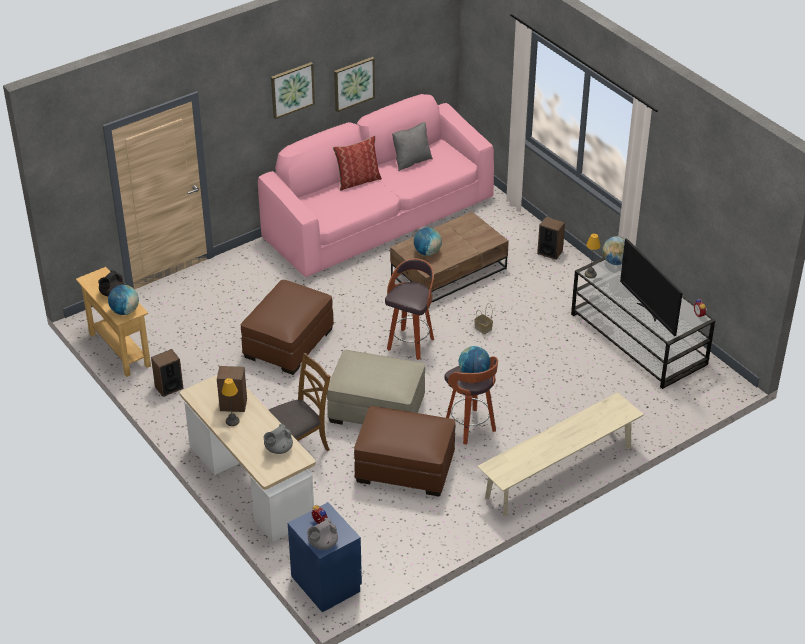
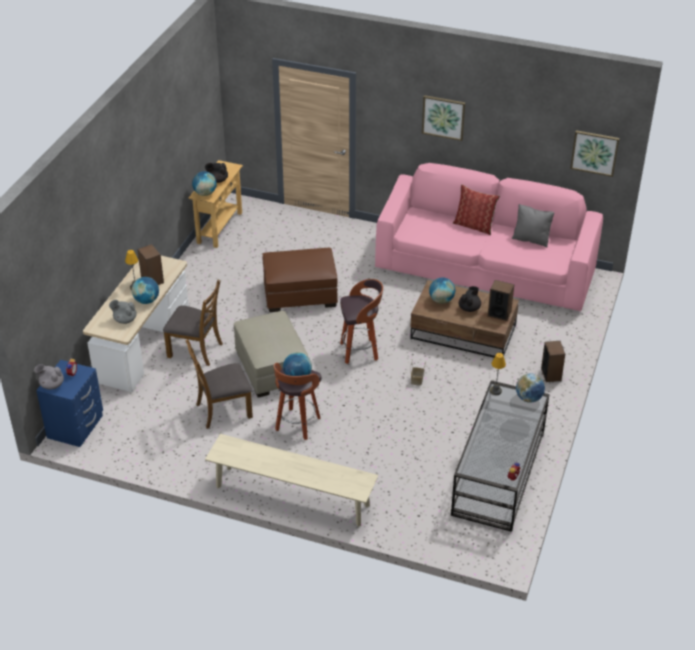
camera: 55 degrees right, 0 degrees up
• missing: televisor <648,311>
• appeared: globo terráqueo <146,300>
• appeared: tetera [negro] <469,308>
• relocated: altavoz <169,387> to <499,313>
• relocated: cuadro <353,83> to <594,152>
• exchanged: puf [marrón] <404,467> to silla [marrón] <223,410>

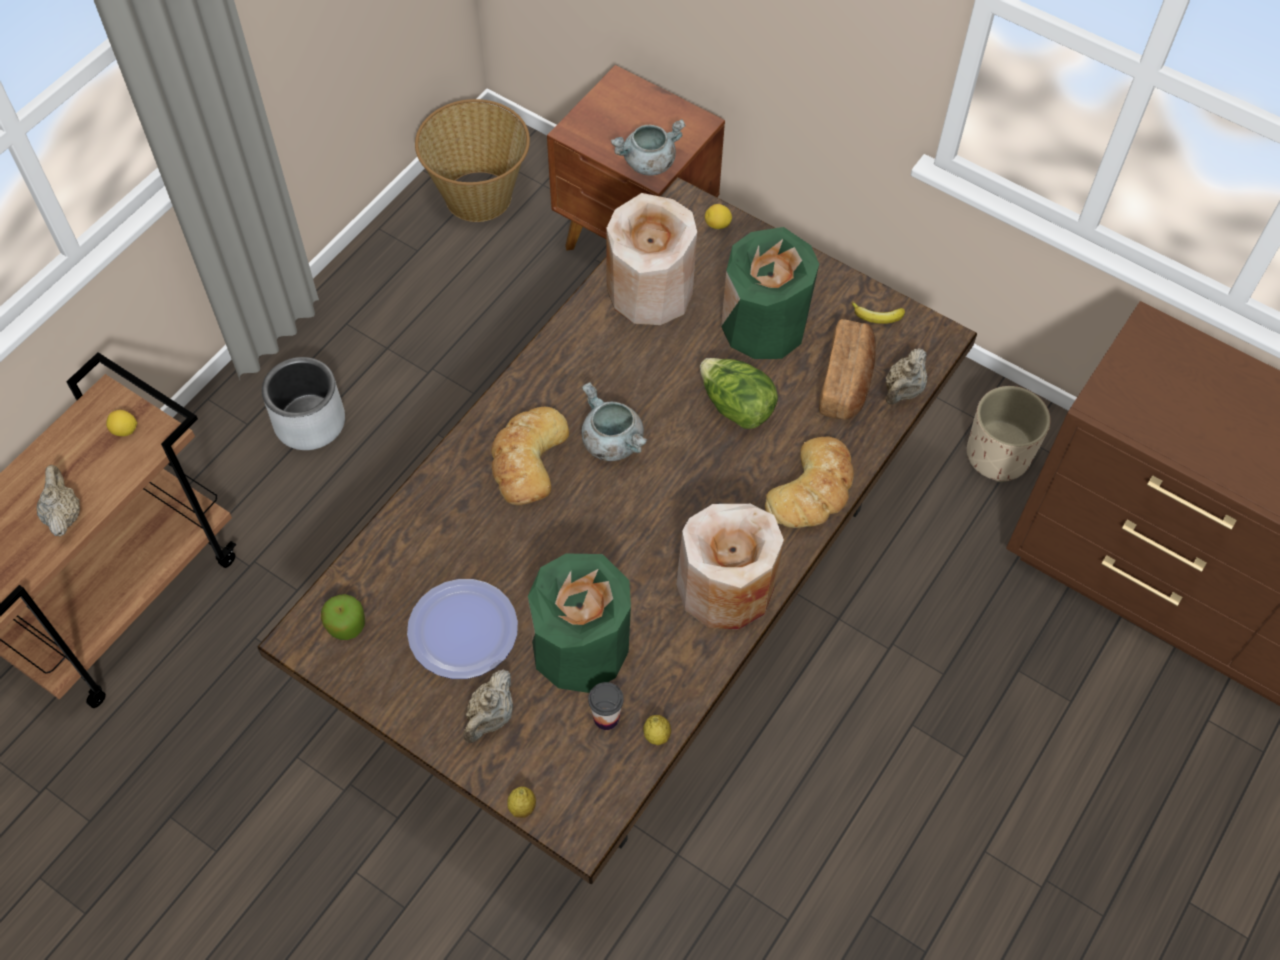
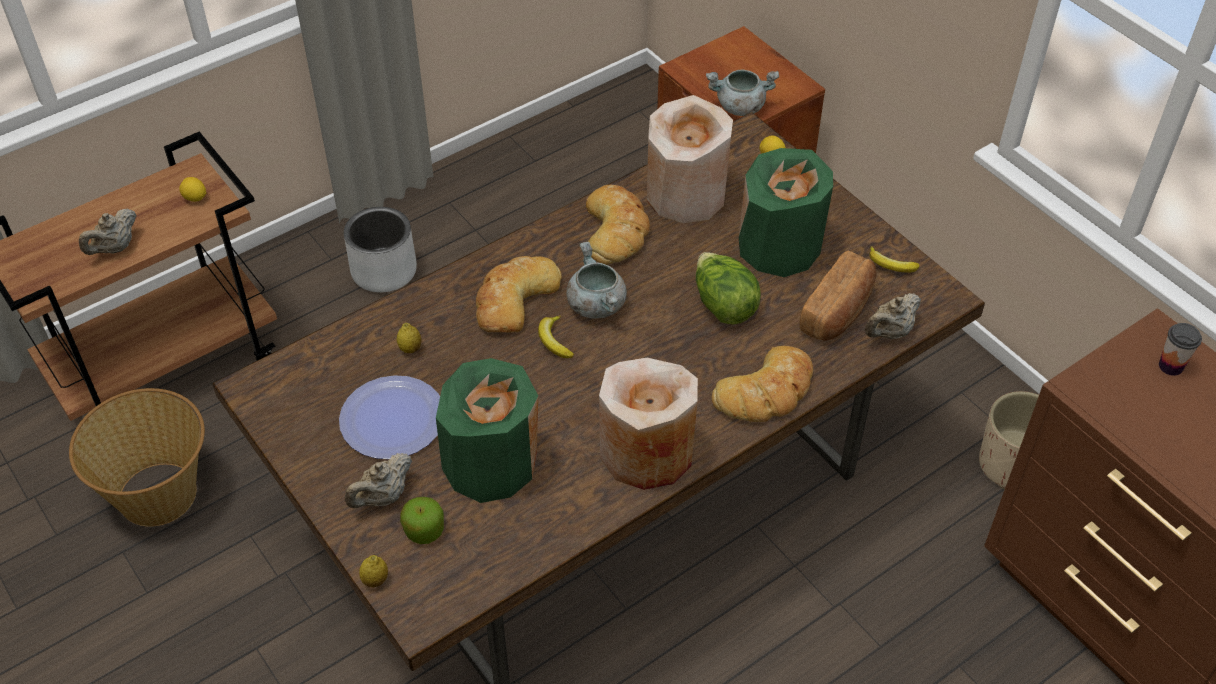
camera: 20 degrees right, 10 degrees down
• appeared: plátano <554,341>
• appeared: pan <616,230>
• relocated: manzana <346,625> to <424,530>
• relocated: cesta <479,195> to <159,493>
• relocated: taza <606,718> to <1170,366>
• relocated: limón <657,735> to <410,348>
• spun: tetera [beis] <64,515> = <115,248> 150 degrees counterclockwise

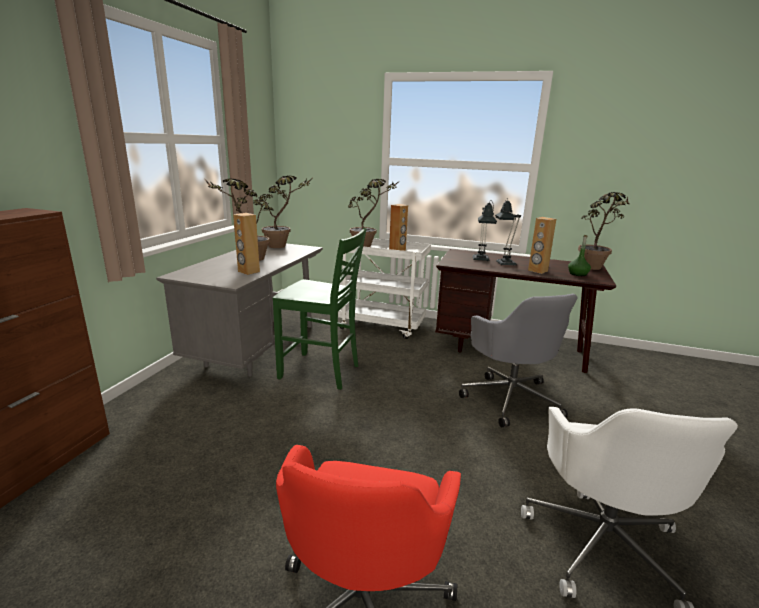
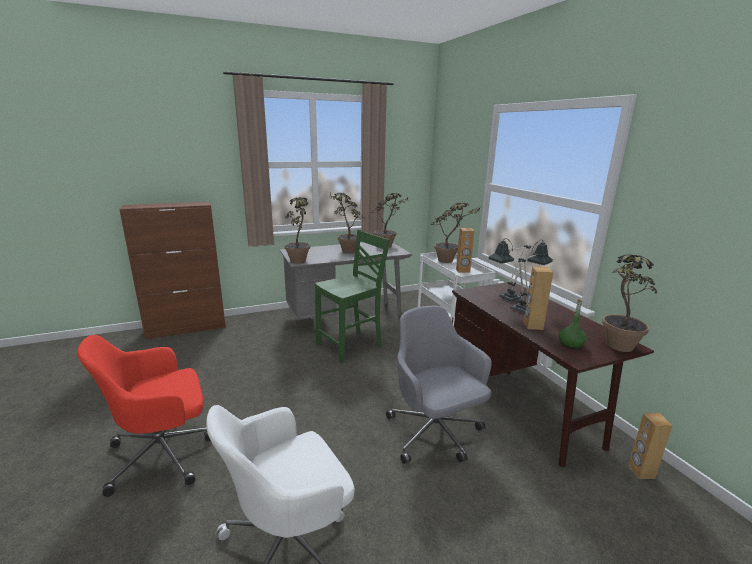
camera: 50 degrees right, 0 degrees up
• appeared: planta en maceta <300,259>
• relocated: altavoz [marrón] <248,272> to <641,472>
• spun: silla [verde] <321,372> = <351,345> 105 degrees counterclockwise
• spun: silla de oficina [gris] <510,398> = <435,434> 120 degrees clockwise

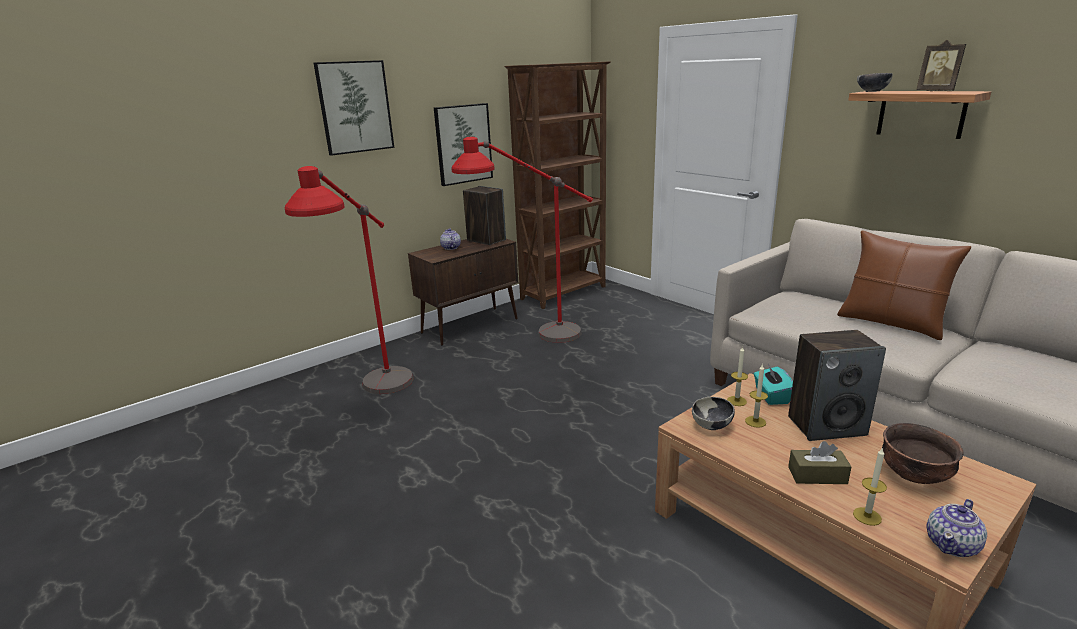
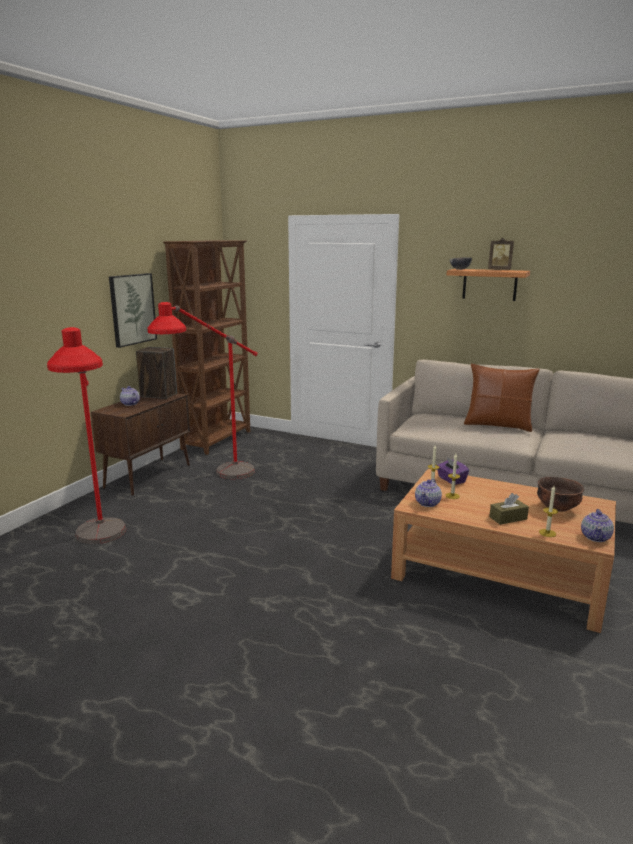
camera: 25 degrees left, 5 degrees down
• missing: cuadro <355,107>
• missing: altavoz <826,426>
• exchanged: cuenco <712,426> to tetera <428,503>
• colour: caja de pañuelos [turquesa] <771,396> to caja de pañuelos [morado] <451,480>

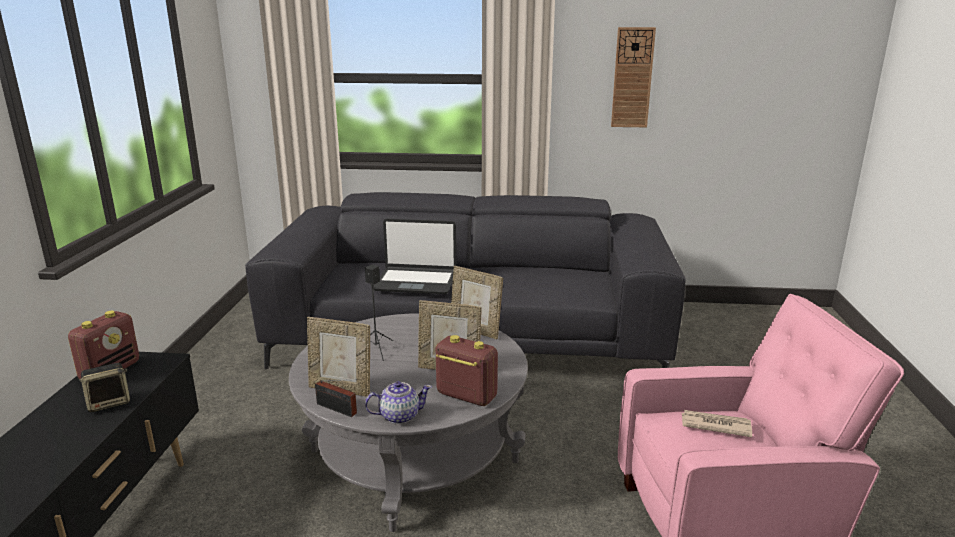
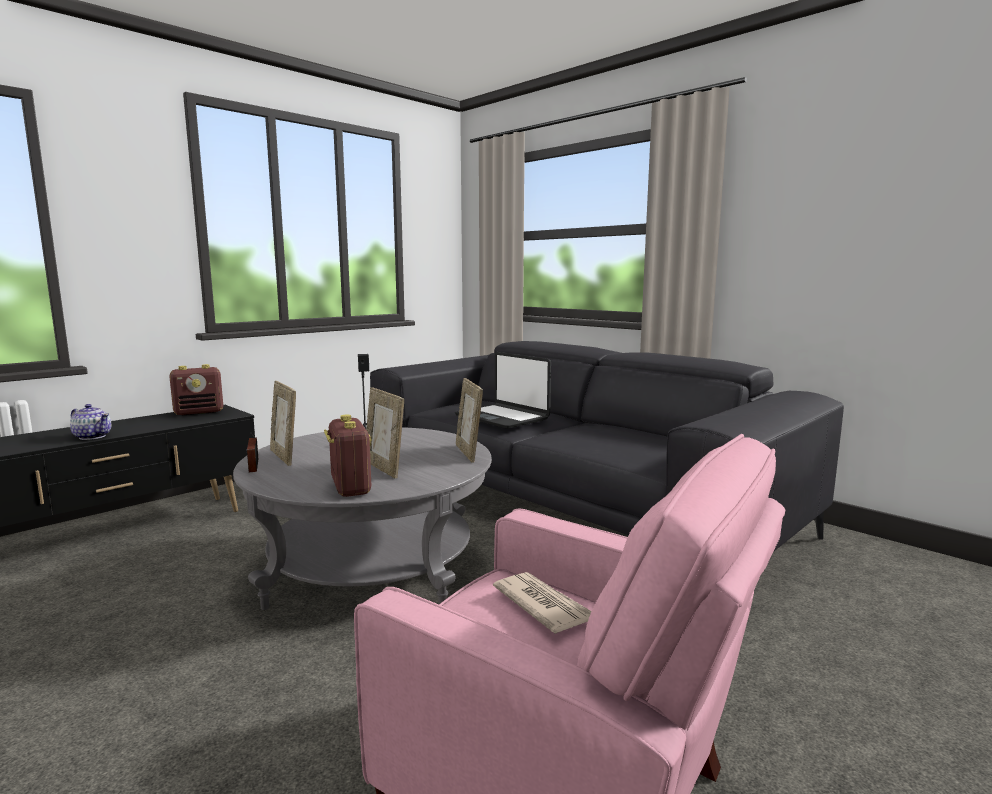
camera: 40 degrees right, 10 degrees down
• missing: altavoz <109,402>
• missing: reloj de pared <632,78>
• relocated: tetera <399,416> to <92,436>

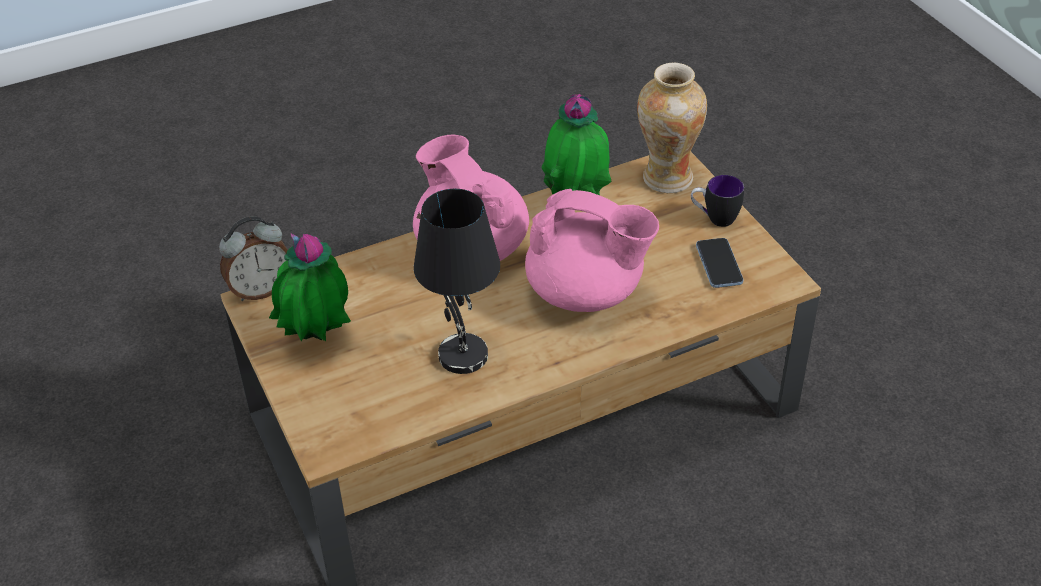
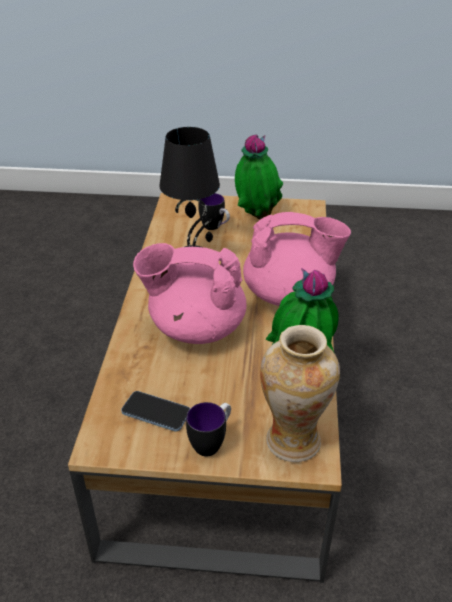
camera: 120 degrees right, 5 degrees down
• missing: despertador <261,290>
• appeared: taza grande <215,227>
• spun: tetera [rosa] <586,293> = <195,327> 45 degrees clockwise

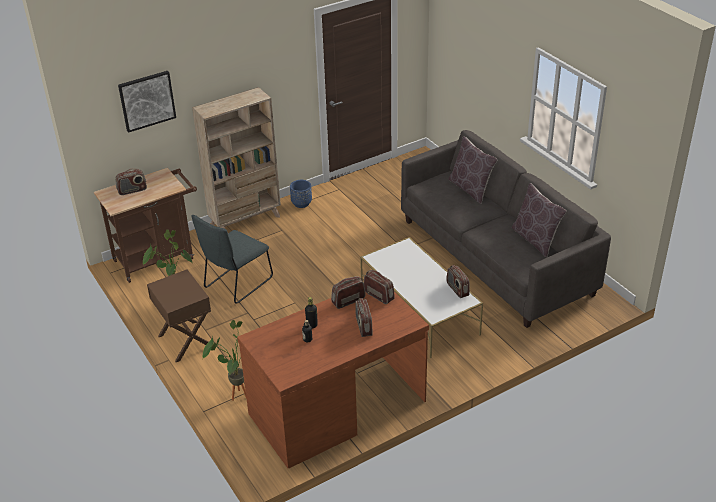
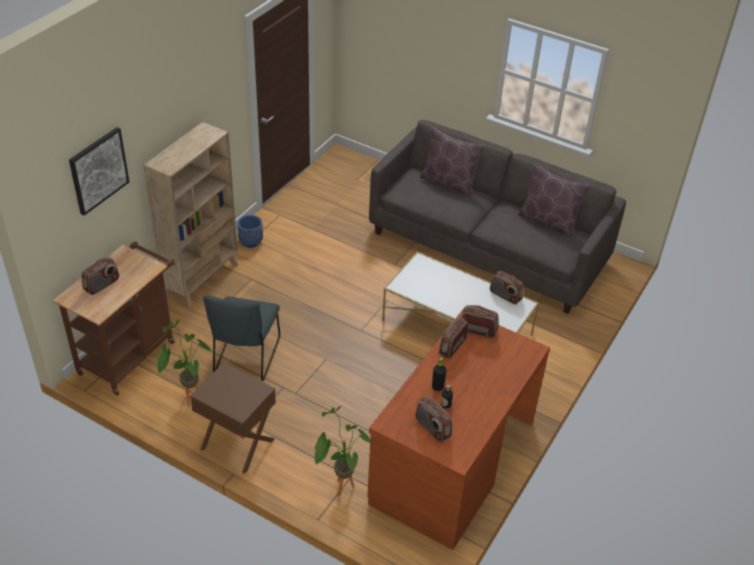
camera: 30 degrees left, 5 degrees up
• relocated: radio <363,326> to <432,428>

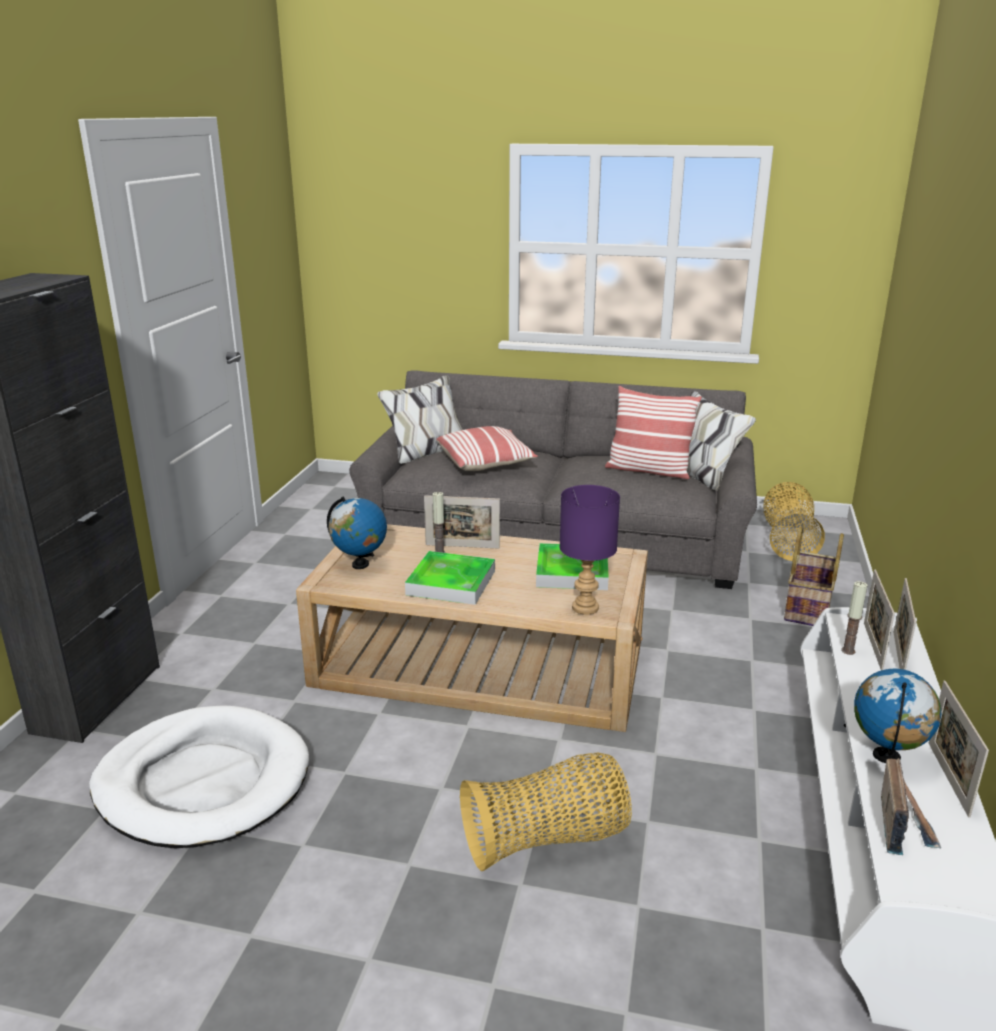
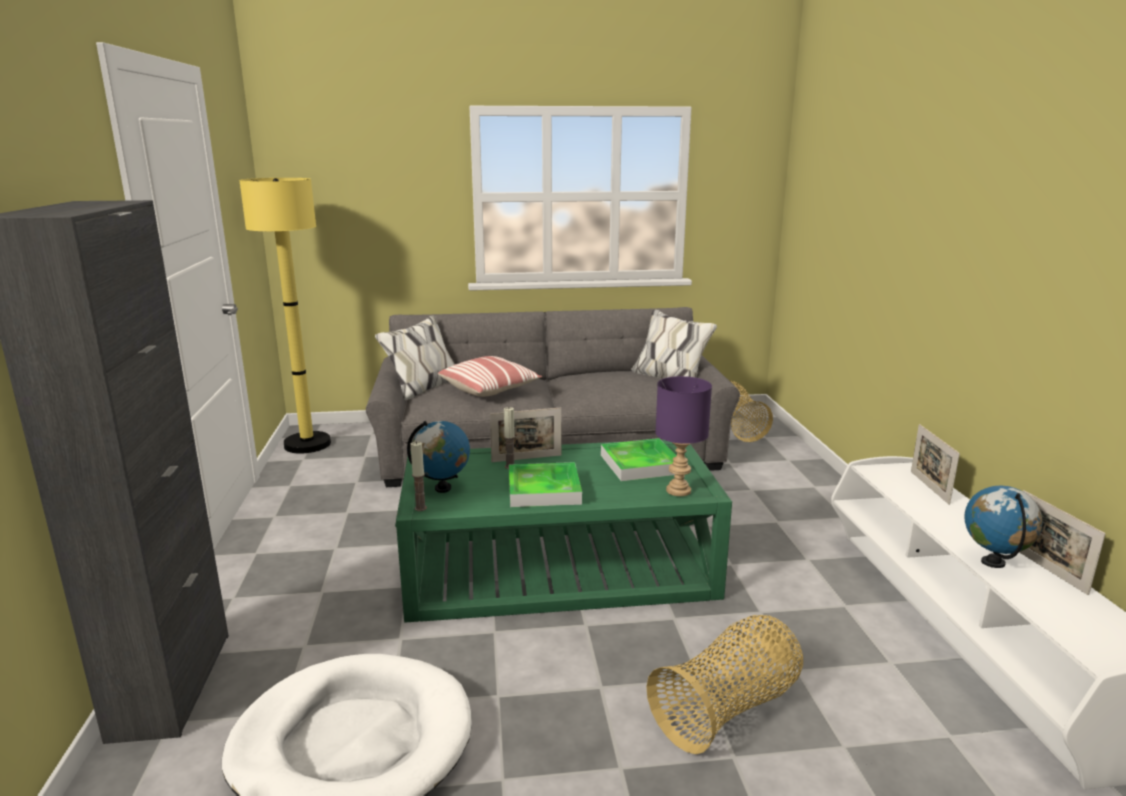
camera: 20 degrees left, 5 degrees down
• missing: cojín <648,470>
• missing: cesta <809,608>
• missing: portarretratos <872,646>
• missing: radio <903,827>
• appeared: lámpara de pie [amarillo] <307,444>
• relocated: vela <848,651> to <420,508>
• colour: mesa de centro [beis] <480,662> to mesa de centro [verde] <558,566>

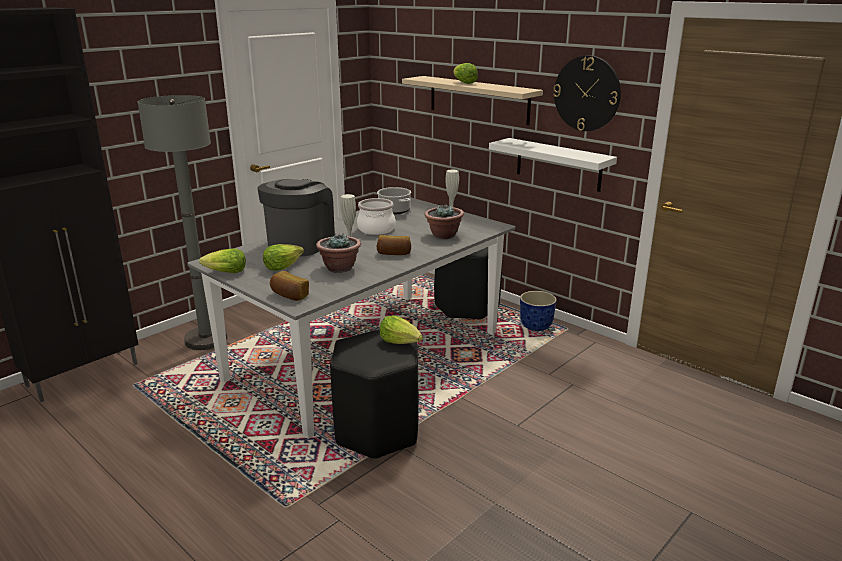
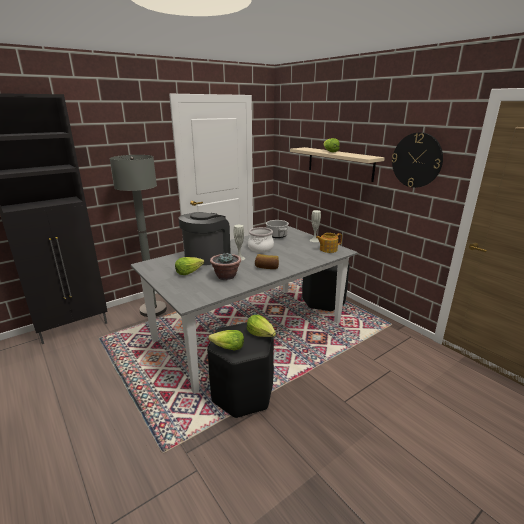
camera: 10 degrees right, 0 degrees up
• missing: pan <289,295>
• missing: planta en maceta <443,235>
• missing: estante [blanco] <558,164>
• missing: maceta <536,326>
• appeared: tetera <328,249>
• relocated: lechuga <225,272> to <228,348>

